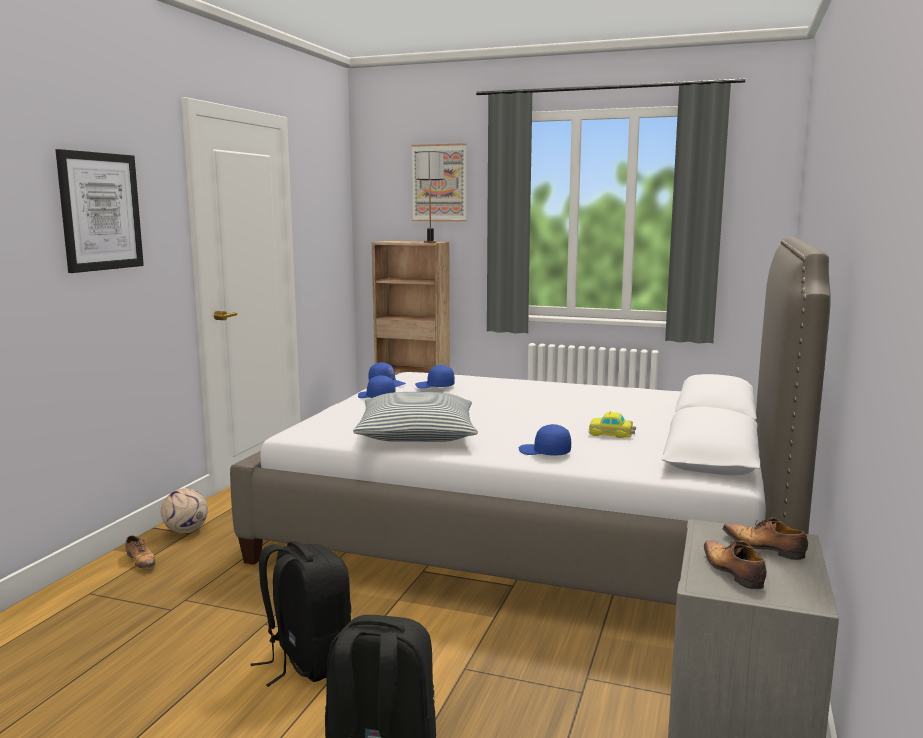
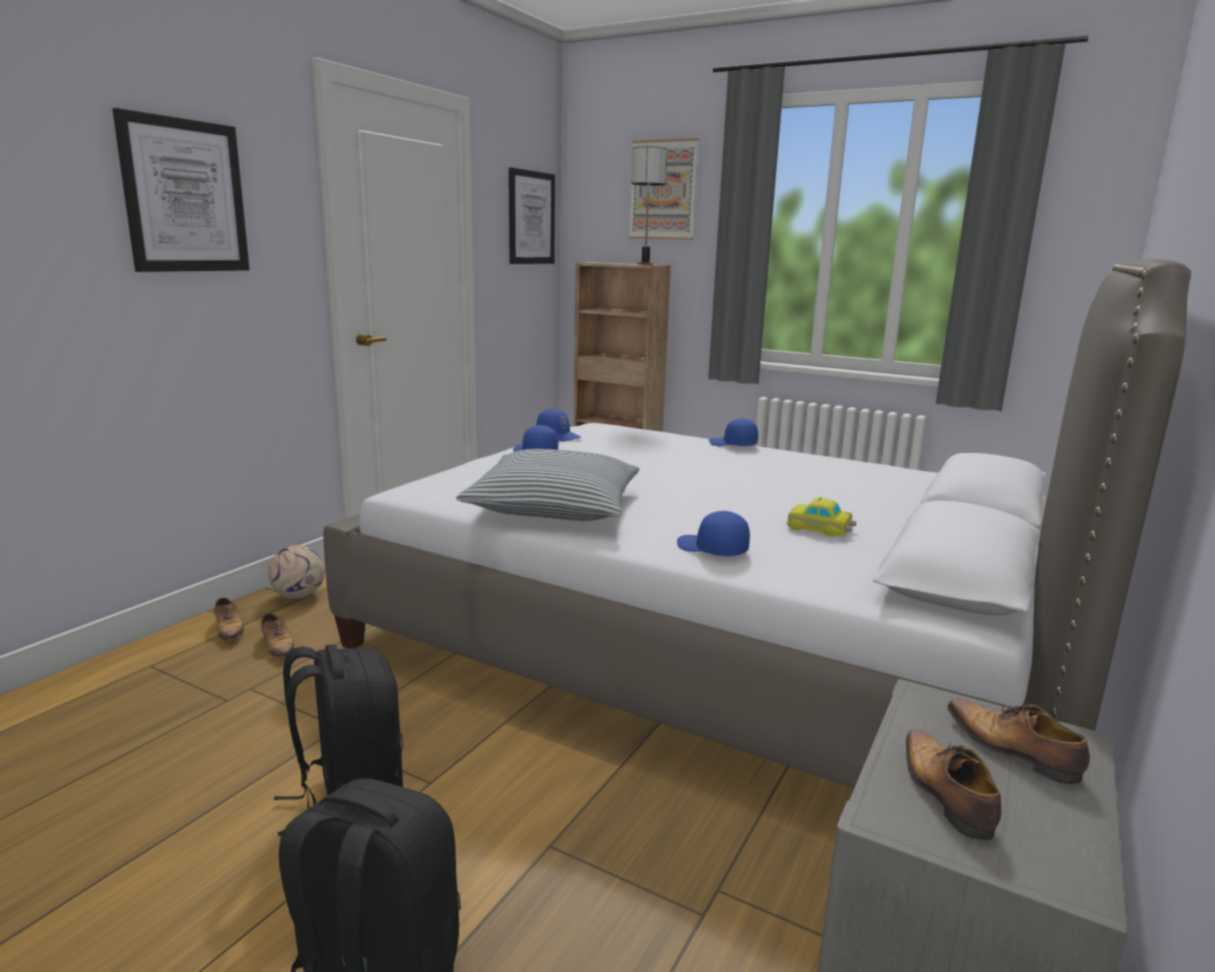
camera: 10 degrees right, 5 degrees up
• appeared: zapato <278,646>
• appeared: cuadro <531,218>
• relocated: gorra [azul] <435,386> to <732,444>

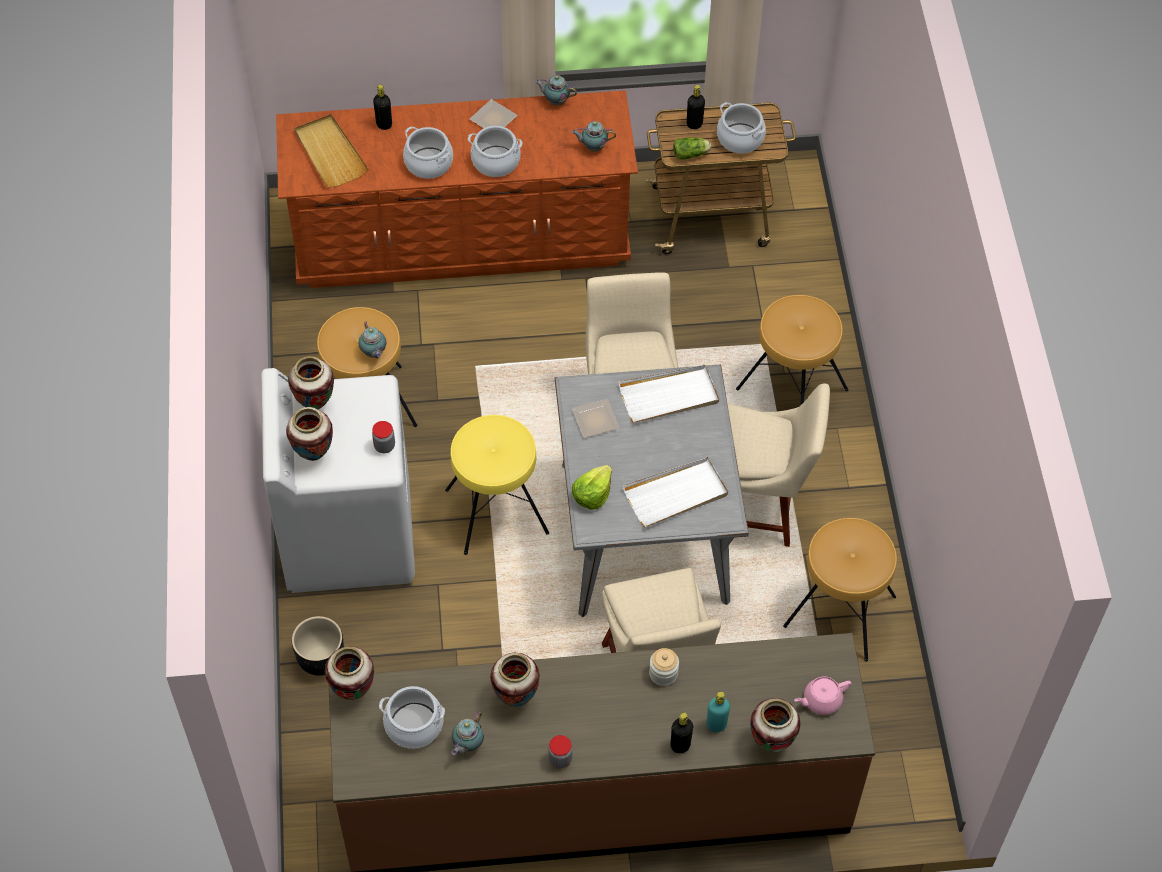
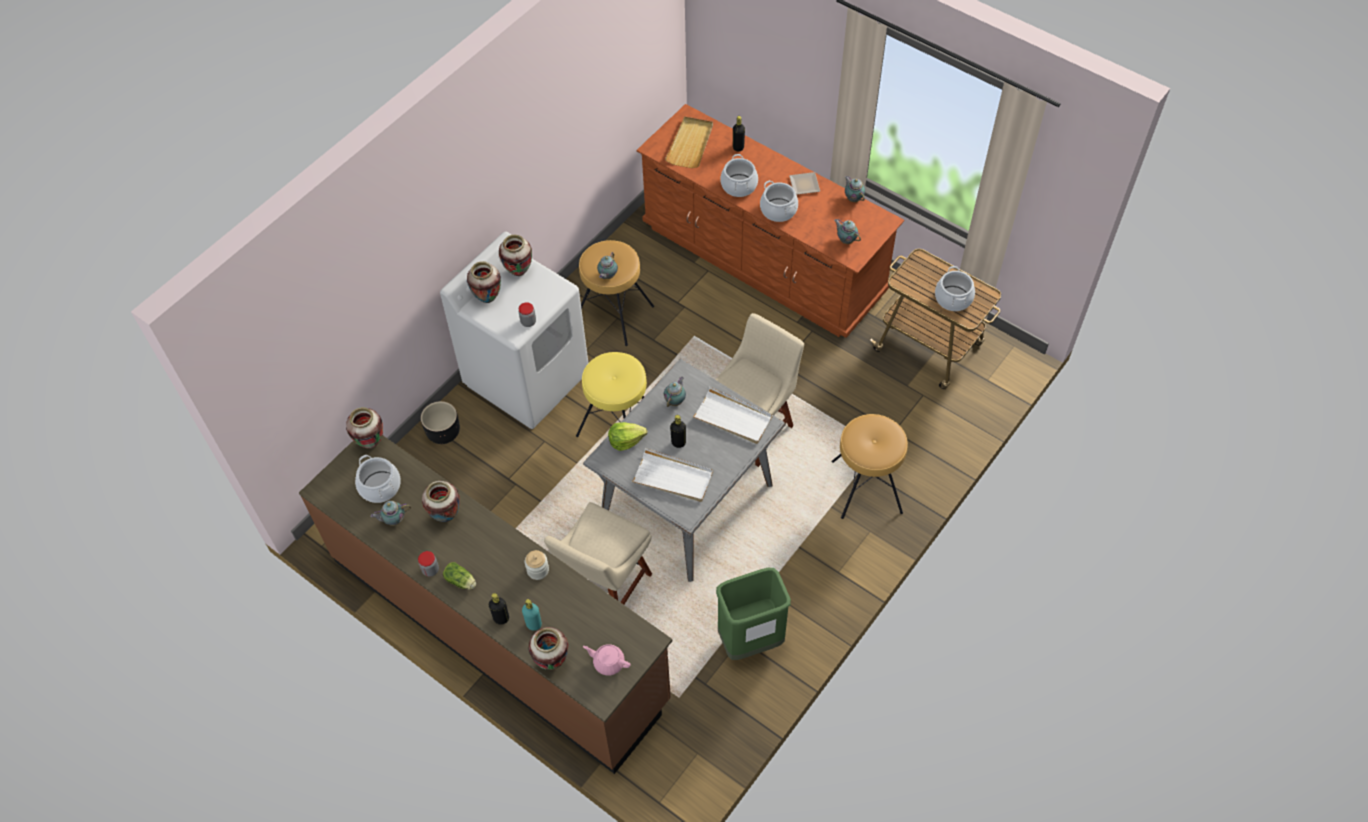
camera: 45 degrees right, 0 degrees up
• missing: silla [beis] <760,507>
• relocated: lechuga <692,154> to <461,581>
• relocated: botella [negro] <694,124> to <678,442>
• exchanged: plato <597,420> to tetera <675,401>
• exchanged: taburete [marrón] <839,612> to papelera [verde] <750,641>

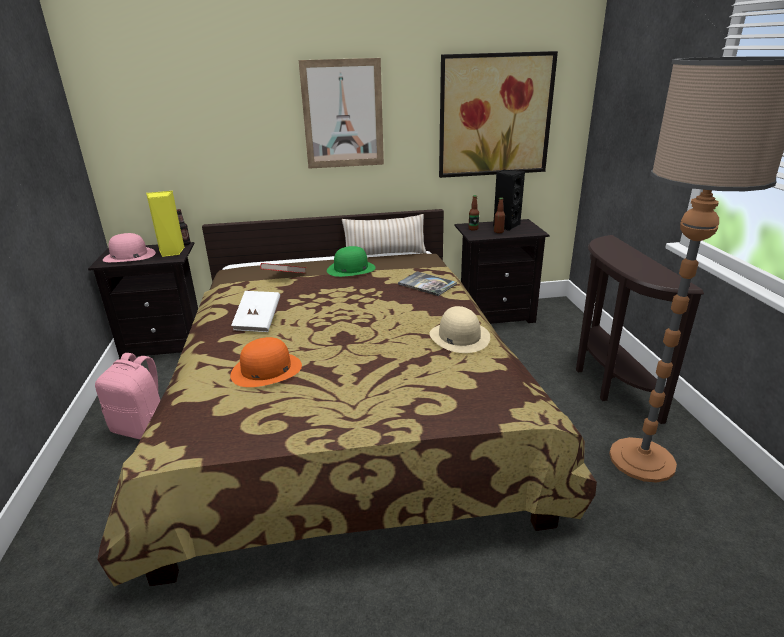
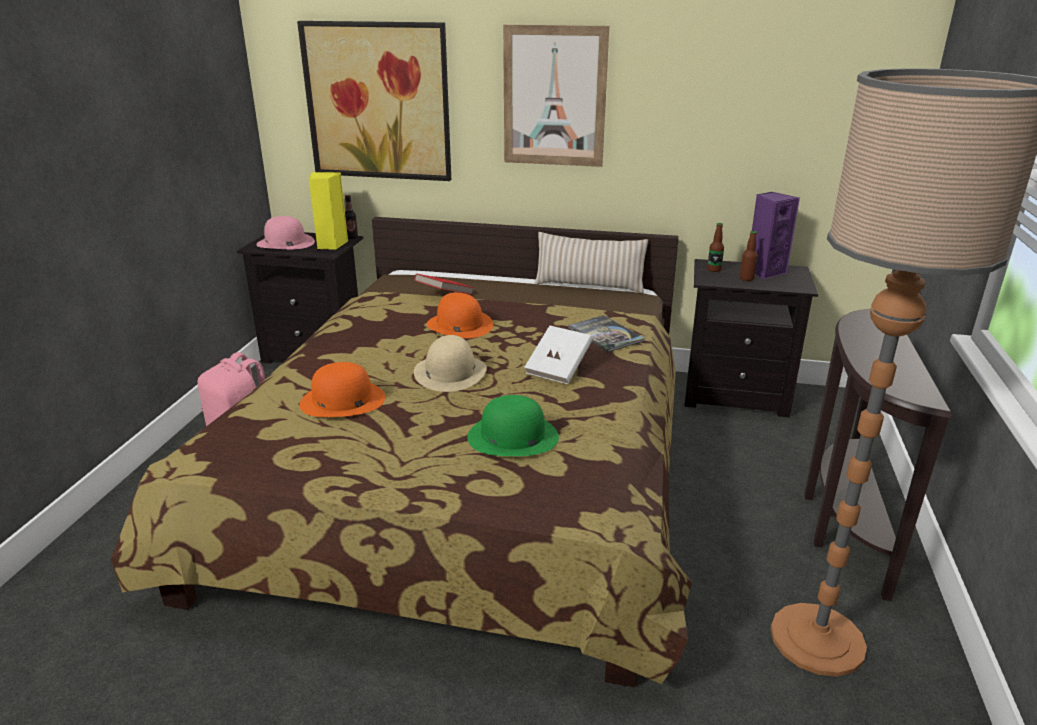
camera: 20 degrees right, 0 degrees up
• appeared: sombrero [naranja] <459,325>
• relocated: libro [blanco] <258,322> to <558,368>
• relocated: sombrero [verde] <351,269> to <512,436>
• relocated: sombrero [beis] <459,336> to <450,372>
• relocated: cuadro <495,116> to <378,102>
• colour: altavoz [negro] <506,226> to altavoz [morado] <764,272>

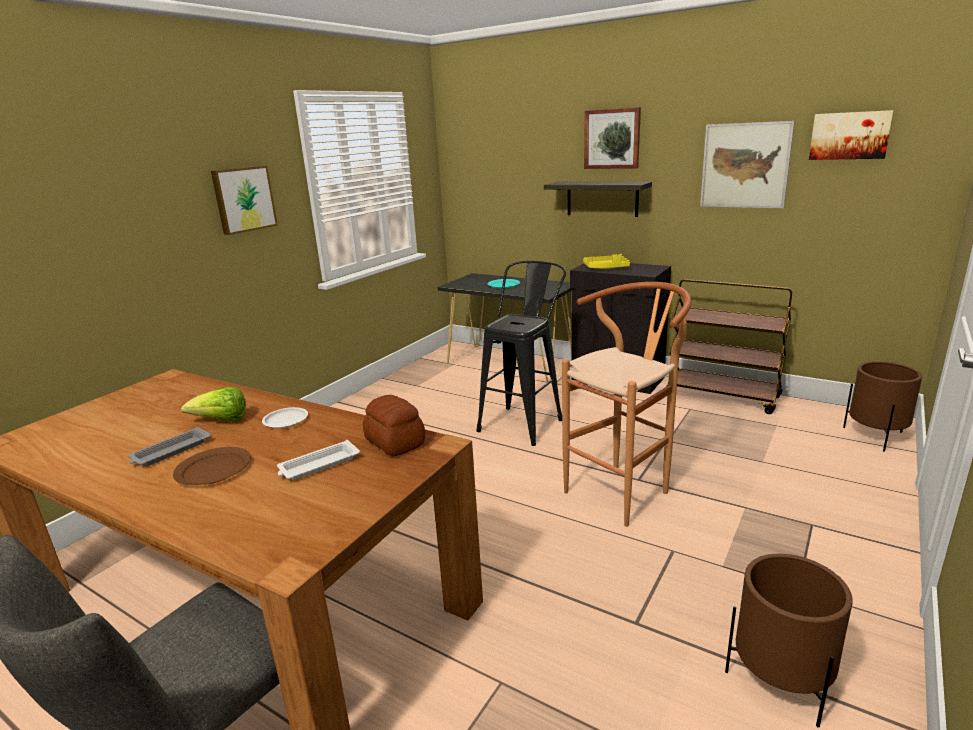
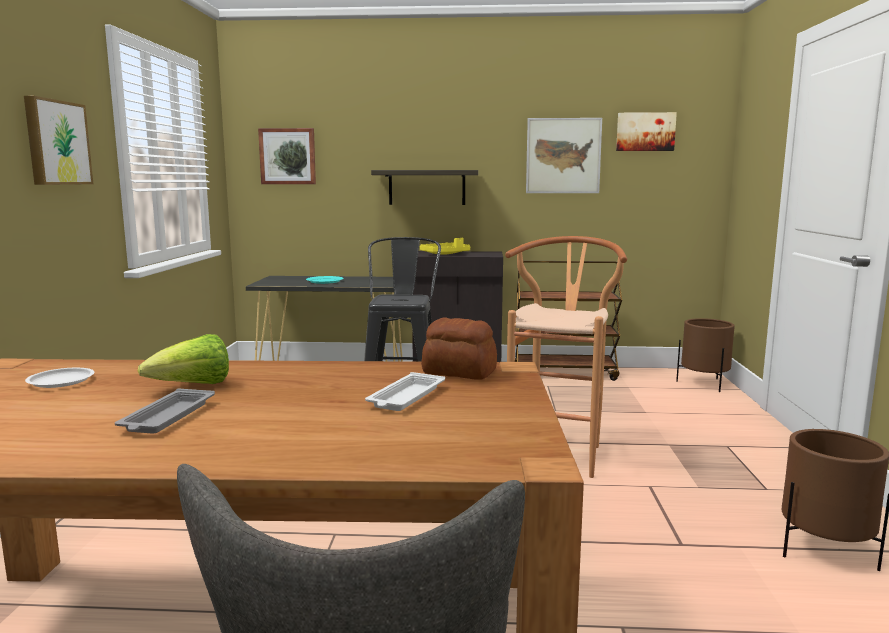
camera: 30 degrees left, 10 degrees down
• missing: plato [marrón] <213,469>
• relocated: plato [blanco] <286,420> to <61,381>
• relocated: cuadro <612,139> to <288,156>

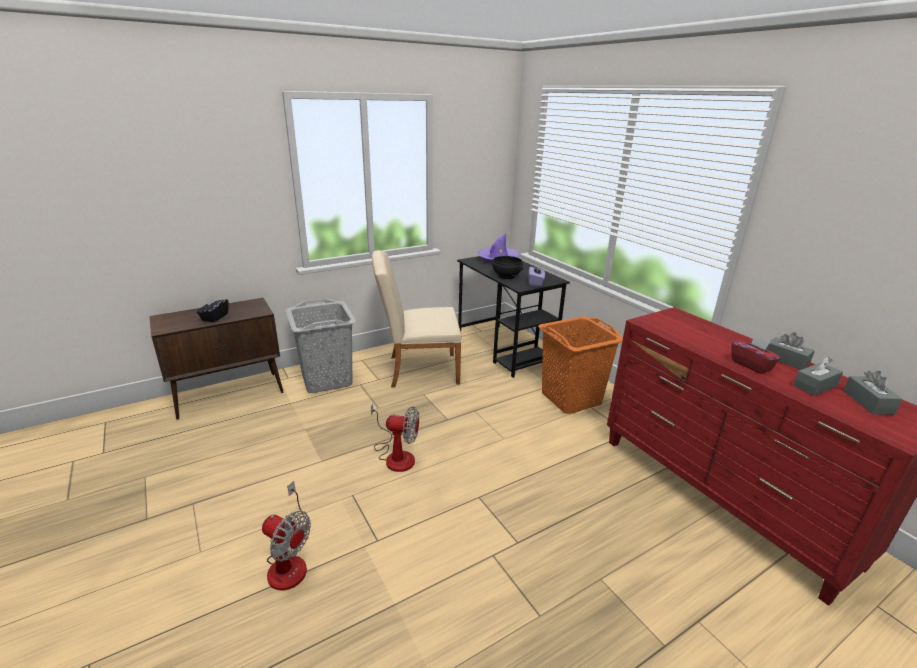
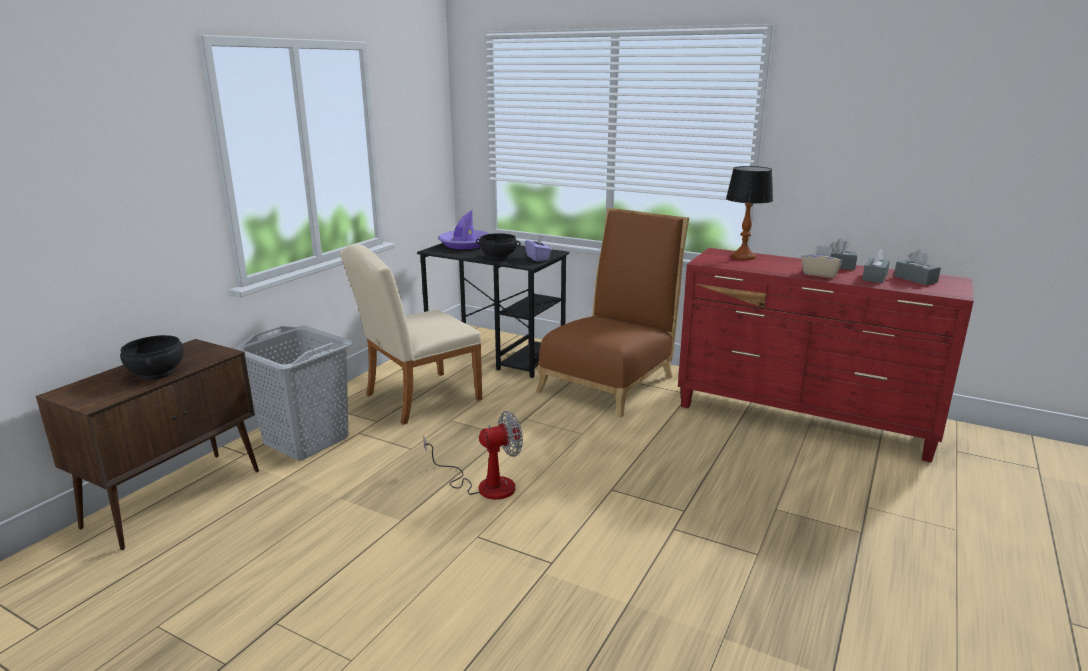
camera: 30 degrees left, 5 degrees down
• missing: ventilador <289,561>
• appeared: lámpara de mesa <743,257>
• exchanged: caja de pañuelos [negro] <215,317> to cuenco [negro] <157,373>
• exchanged: cesto de la ropa [naranja] <571,399> to silla [marrón] <611,380>
• colour: caja de pañuelos [rojo] <751,365> to caja de pañuelos [beis] <820,274>

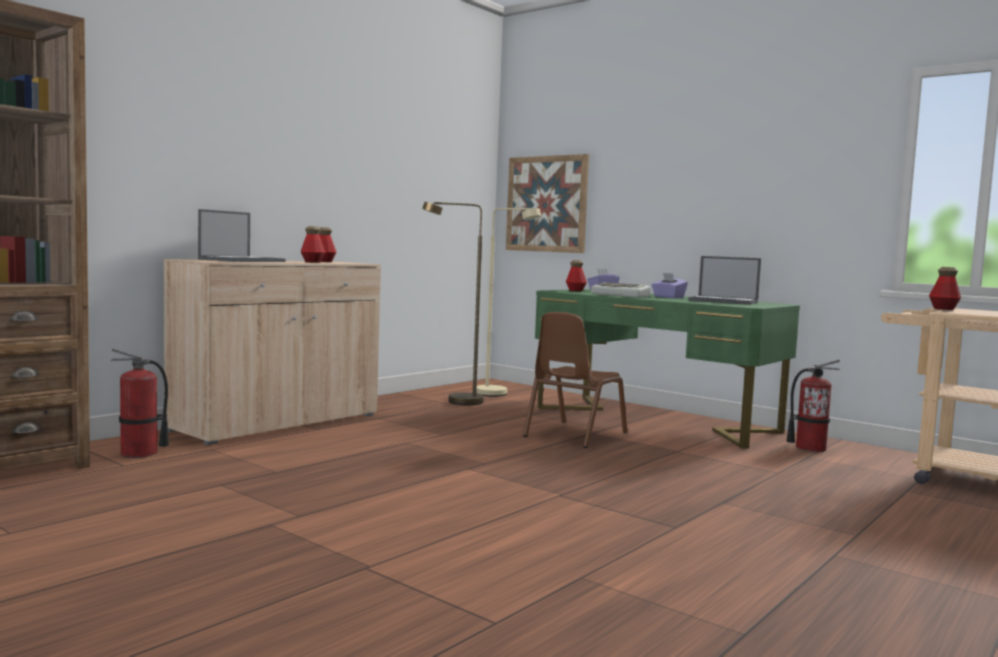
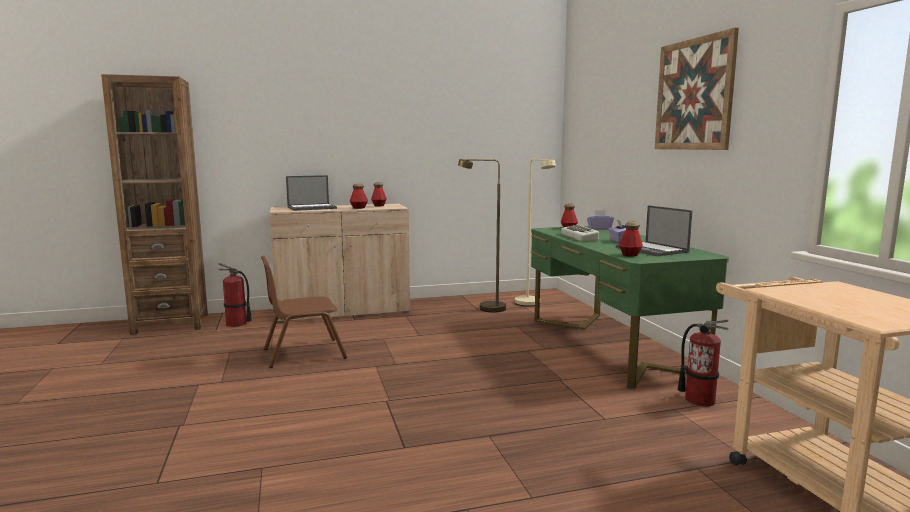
camera: 35 degrees right, 5 degrees up
• relocated: cuadro <546,204> to <694,94>
• relocated: silla [marrón] <574,434> to <303,353>
• relocated: botella <943,309> to <630,255>

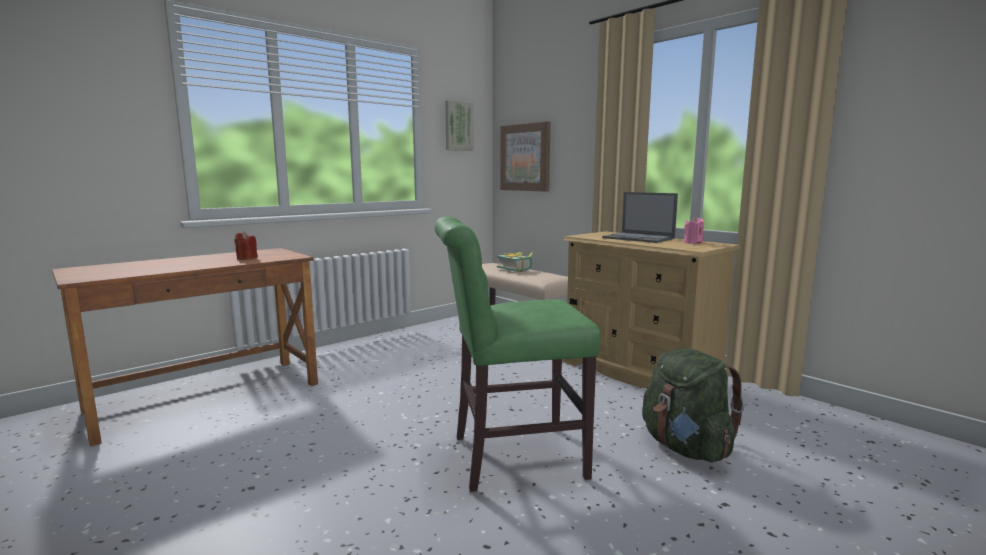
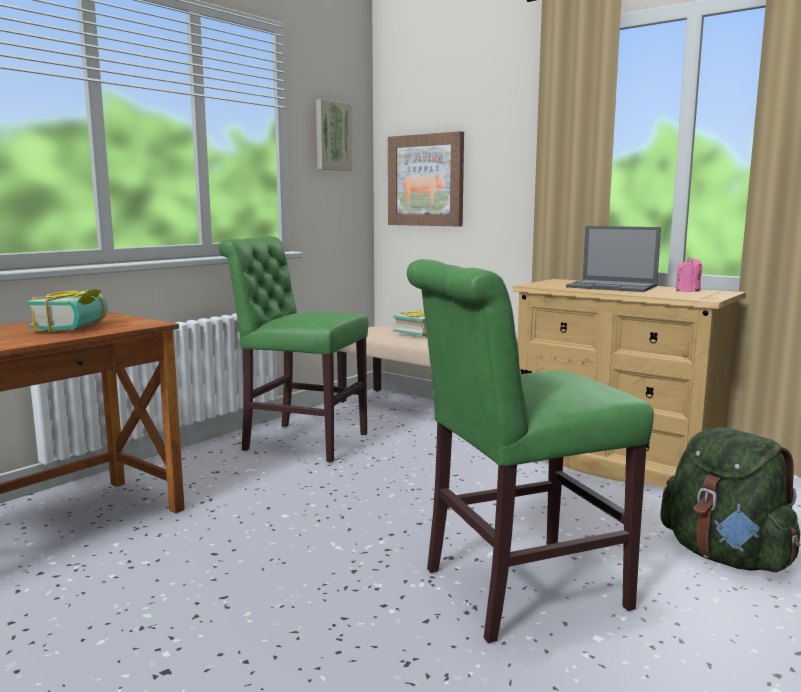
camera: 10 degrees left, 0 degrees up
• appeared: silla [verde] <300,441>
• exchanged: vela [rojo] <246,258> to libro <78,328>

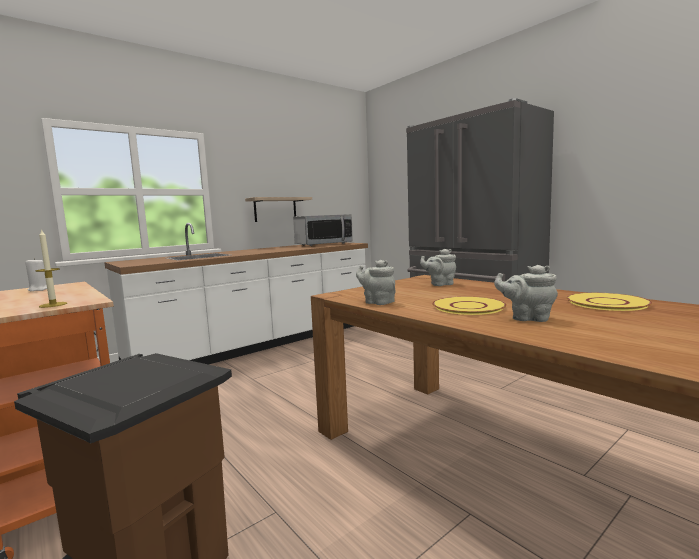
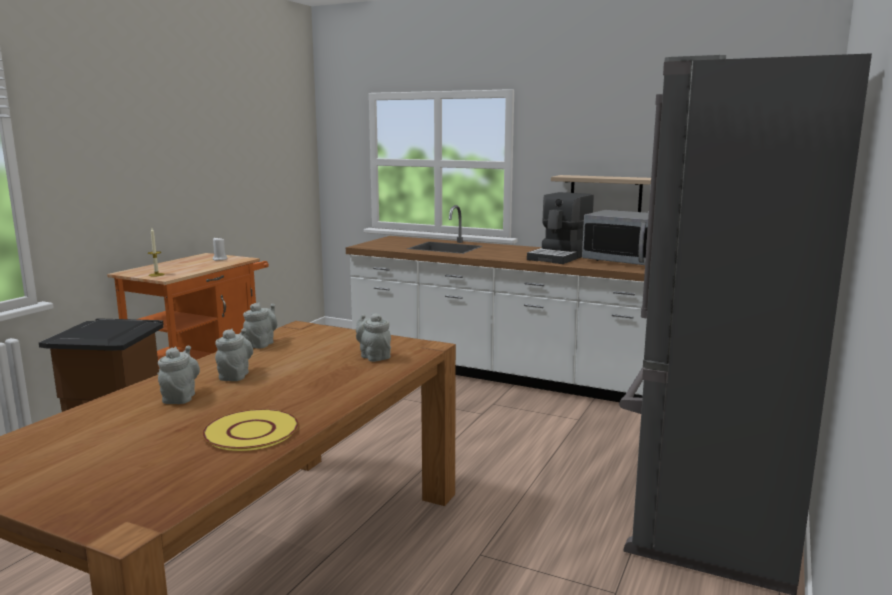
camera: 65 degrees right, 5 degrees up
• appeared: cafetera <561,256>
• exchanged: plato [amarillo] <469,307> to tetera [gris] <235,375>

